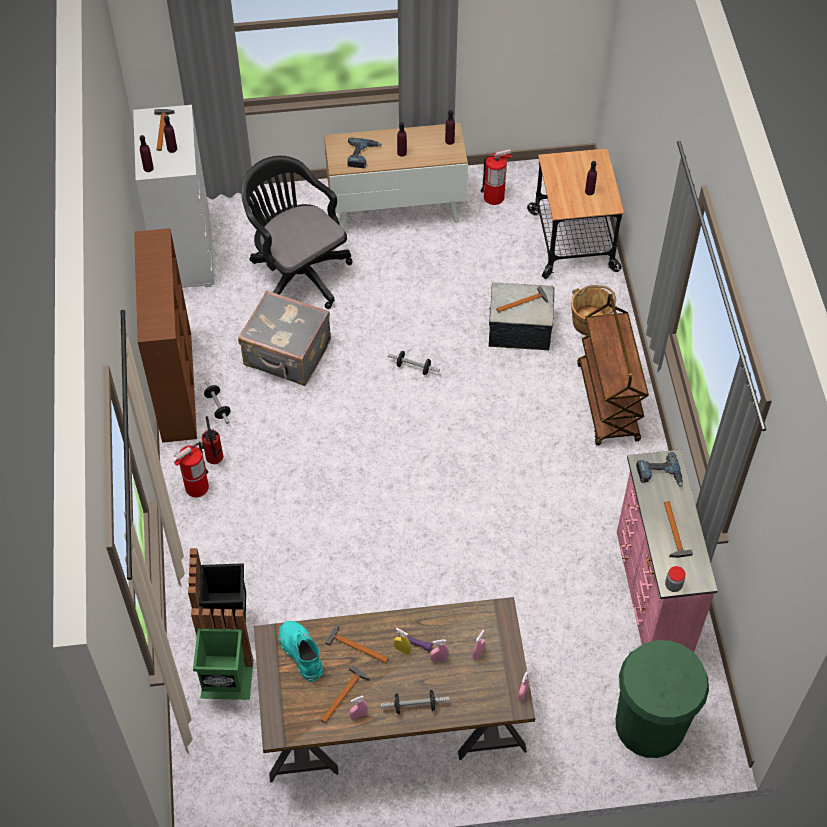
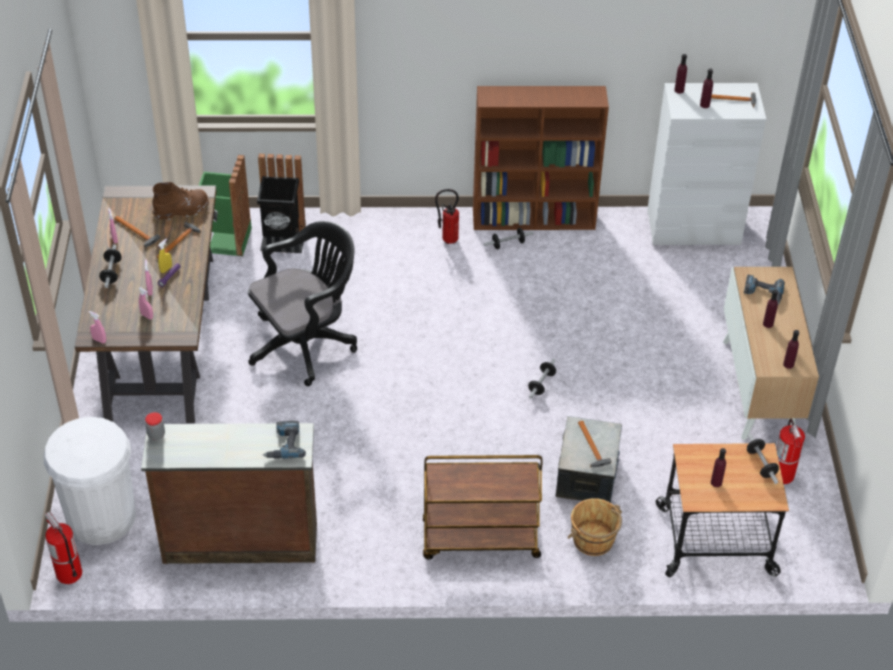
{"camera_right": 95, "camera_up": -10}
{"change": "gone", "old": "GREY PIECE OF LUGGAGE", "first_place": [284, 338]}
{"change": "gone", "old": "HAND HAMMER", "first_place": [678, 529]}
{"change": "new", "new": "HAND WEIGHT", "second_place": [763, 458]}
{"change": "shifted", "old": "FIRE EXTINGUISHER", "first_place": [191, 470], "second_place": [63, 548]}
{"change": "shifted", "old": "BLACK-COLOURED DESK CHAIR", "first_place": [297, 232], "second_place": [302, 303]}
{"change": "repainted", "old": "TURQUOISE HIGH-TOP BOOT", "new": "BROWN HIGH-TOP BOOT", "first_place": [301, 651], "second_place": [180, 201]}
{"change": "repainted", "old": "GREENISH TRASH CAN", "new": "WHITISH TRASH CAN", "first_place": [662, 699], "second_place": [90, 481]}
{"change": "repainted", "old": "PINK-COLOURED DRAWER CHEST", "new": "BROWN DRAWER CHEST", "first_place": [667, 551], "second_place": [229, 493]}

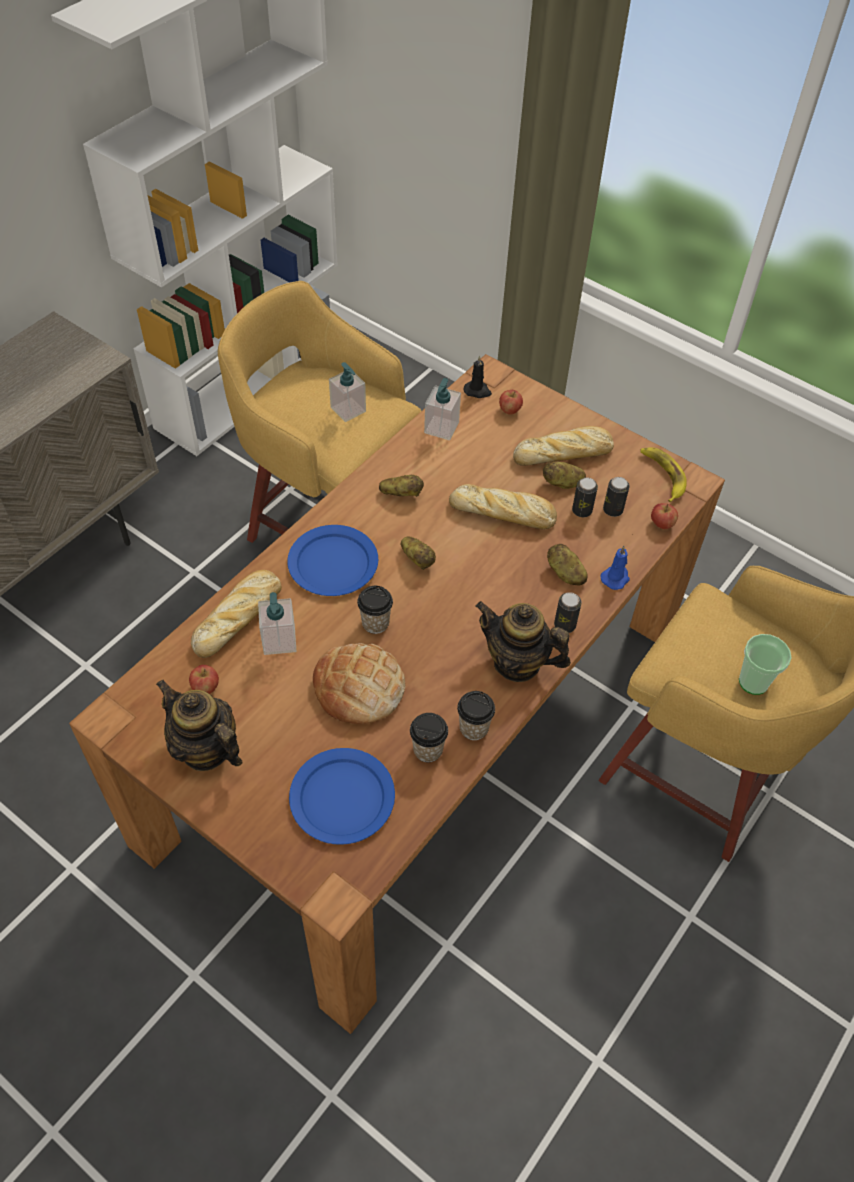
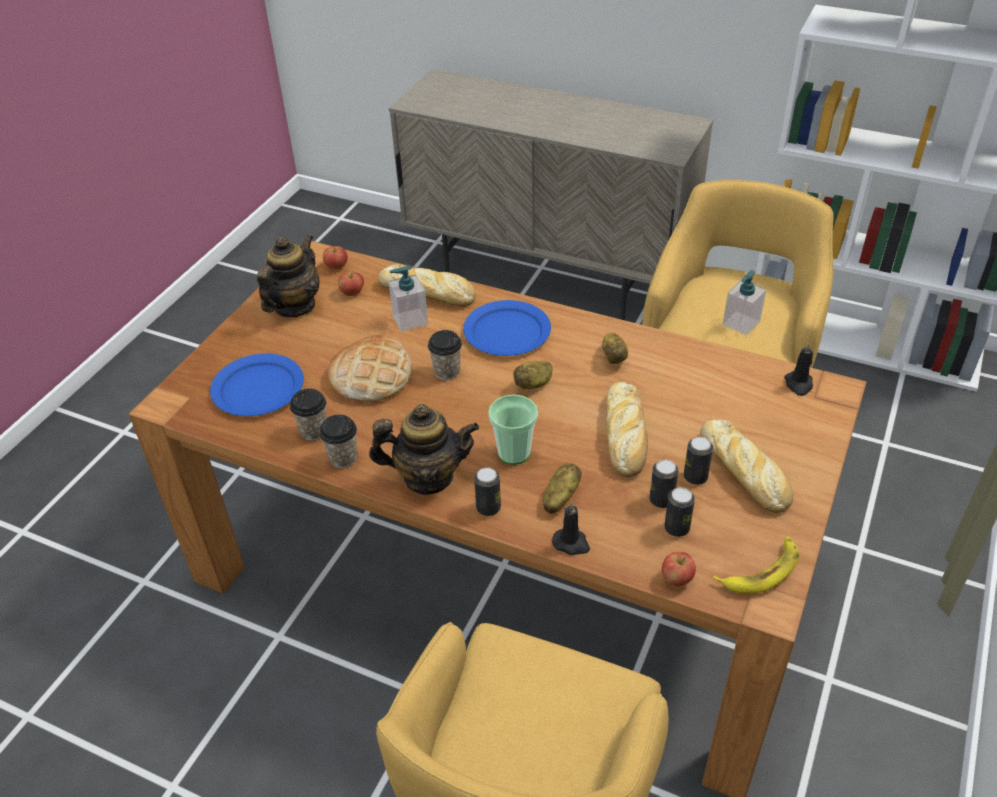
{"camera_right": 80, "camera_up": -10}
{"change": "gone", "old": "LIQUID SOAP BOTTLE", "first_place": [442, 409]}
{"change": "shifted", "old": "WHOLE APPLE", "first_place": [511, 402], "second_place": [335, 258]}
{"change": "shifted", "old": "SMALL CUP", "first_place": [765, 664], "second_place": [513, 429]}
{"change": "swapped", "old": "SPUD", "new": "SEALED CAN", "first_place": [564, 475], "second_place": [698, 461]}
{"change": "repainted", "old": "BLUE-COLOURED WAX LIGHT", "new": "BLACK-COLOURED WAX LIGHT", "first_place": [615, 568], "second_place": [571, 528]}
{"change": "rotated", "old": "POT FOR TEA", "first_place": [523, 641], "second_place": [424, 449], "degrees": 75}

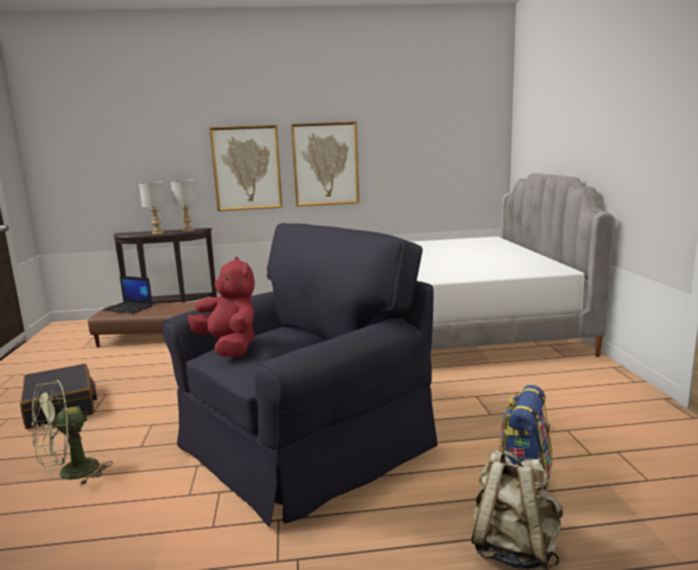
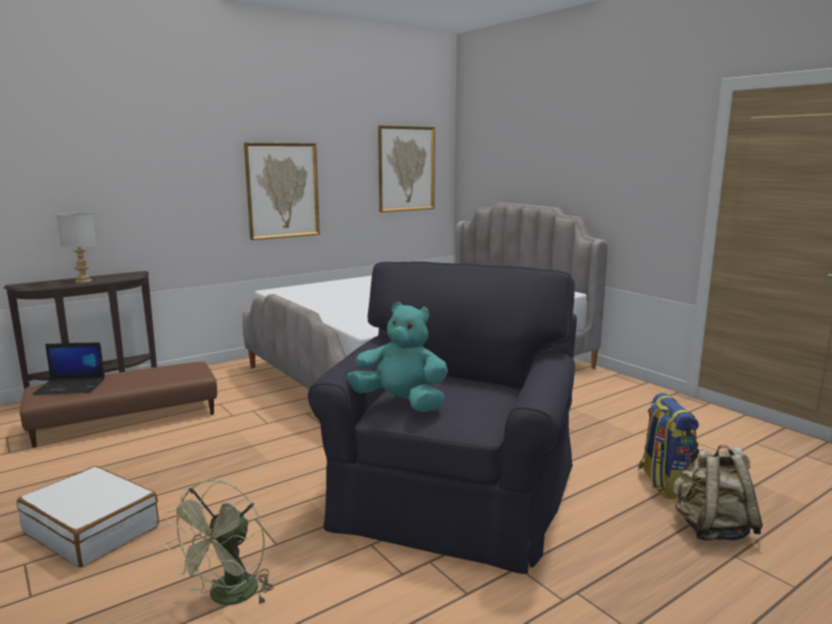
{"camera_right": -30, "camera_up": 0}
{"change": "gone", "old": "GREY TABLE LAMP", "first_place": [184, 206]}
{"change": "shifted", "old": "WALL ART", "first_place": [246, 168], "second_place": [406, 168]}
{"change": "repainted", "old": "BLACK-COLOURED PIECE OF LUGGAGE", "new": "WHITISH PIECE OF LUGGAGE", "first_place": [58, 396], "second_place": [88, 517]}
{"change": "repainted", "old": "RED-COLOURED CUDDLY TOY", "new": "TURQUOISE CUDDLY TOY", "first_place": [221, 307], "second_place": [397, 357]}

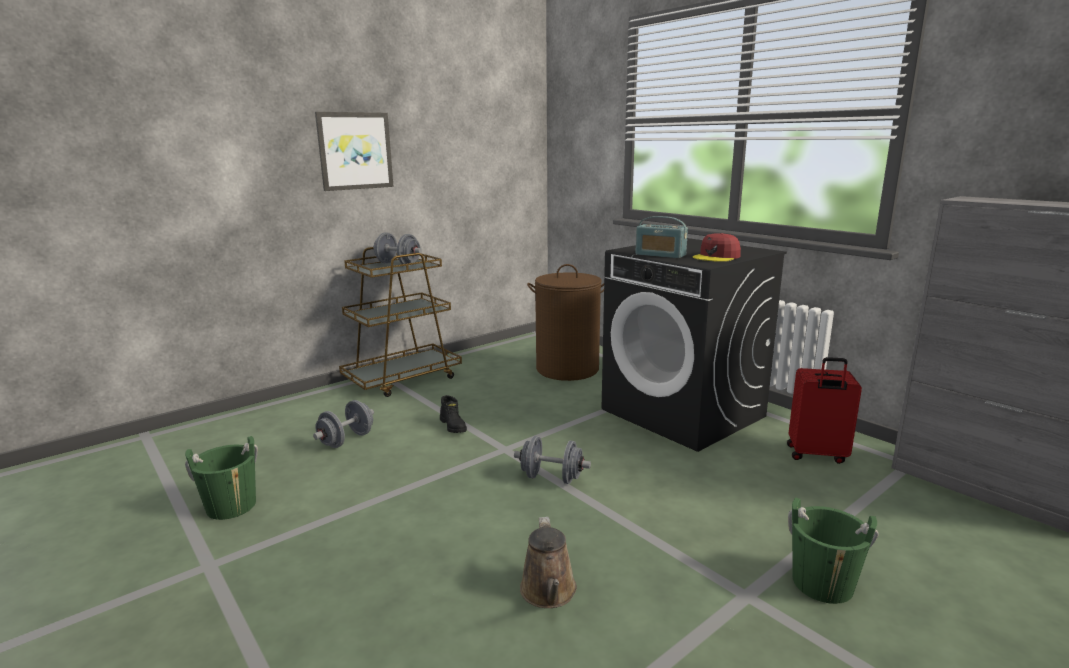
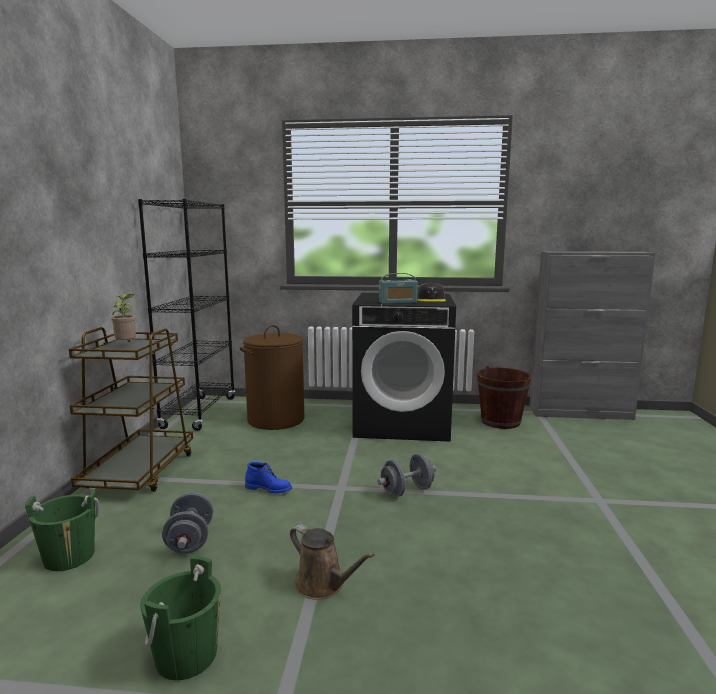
{"camera_right": -45, "camera_up": -5}
{"change": "gone", "old": "WALL ART", "first_place": [354, 151]}
{"change": "new", "new": "BLACK-COLOURED SHELVING UNIT", "second_place": [186, 315]}
{"change": "shifted", "old": "BROWN SPRINKLING CAN", "first_place": [548, 562], "second_place": [332, 562]}
{"change": "shifted", "old": "GREENISH BUCKET", "first_place": [833, 551], "second_place": [62, 529]}
{"change": "swapped", "old": "GREY HAND WEIGHT", "new": "PLANT IN A POT", "first_place": [397, 249], "second_place": [123, 318]}
{"change": "swapped", "old": "RED-COLOURED PIECE OF LUGGAGE", "new": "BROWN BUCKET", "first_place": [824, 410], "second_place": [504, 397]}
{"change": "repainted", "old": "BLACK-COLOURED HIGH-TOP BOOT", "new": "BLUE-COLOURED HIGH-TOP BOOT", "first_place": [453, 414], "second_place": [268, 478]}
{"change": "repainted", "old": "RED-COLOURED BASEBALL CAP", "new": "GREY BASEBALL CAP", "first_place": [717, 247], "second_place": [431, 292]}

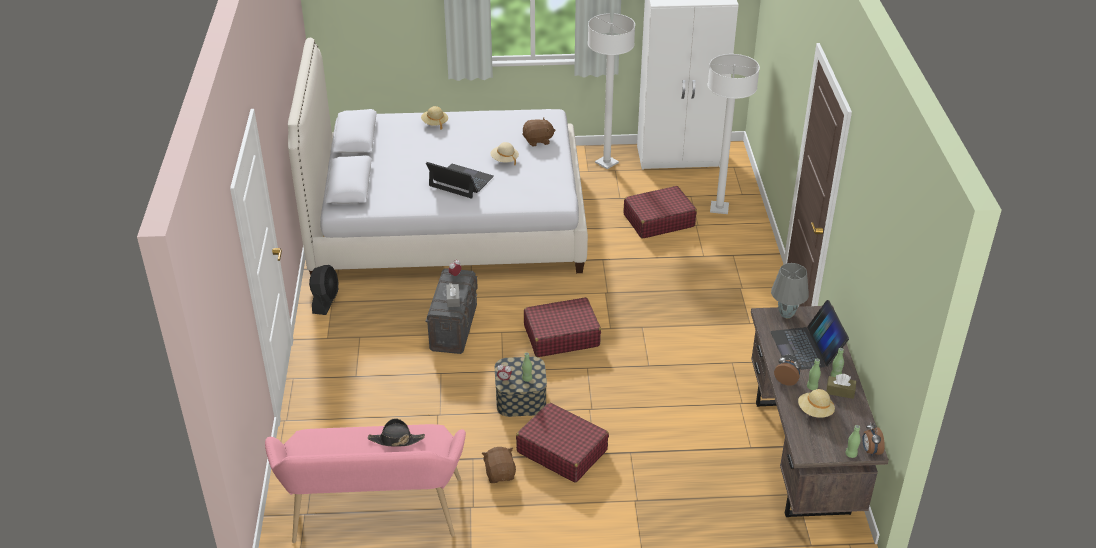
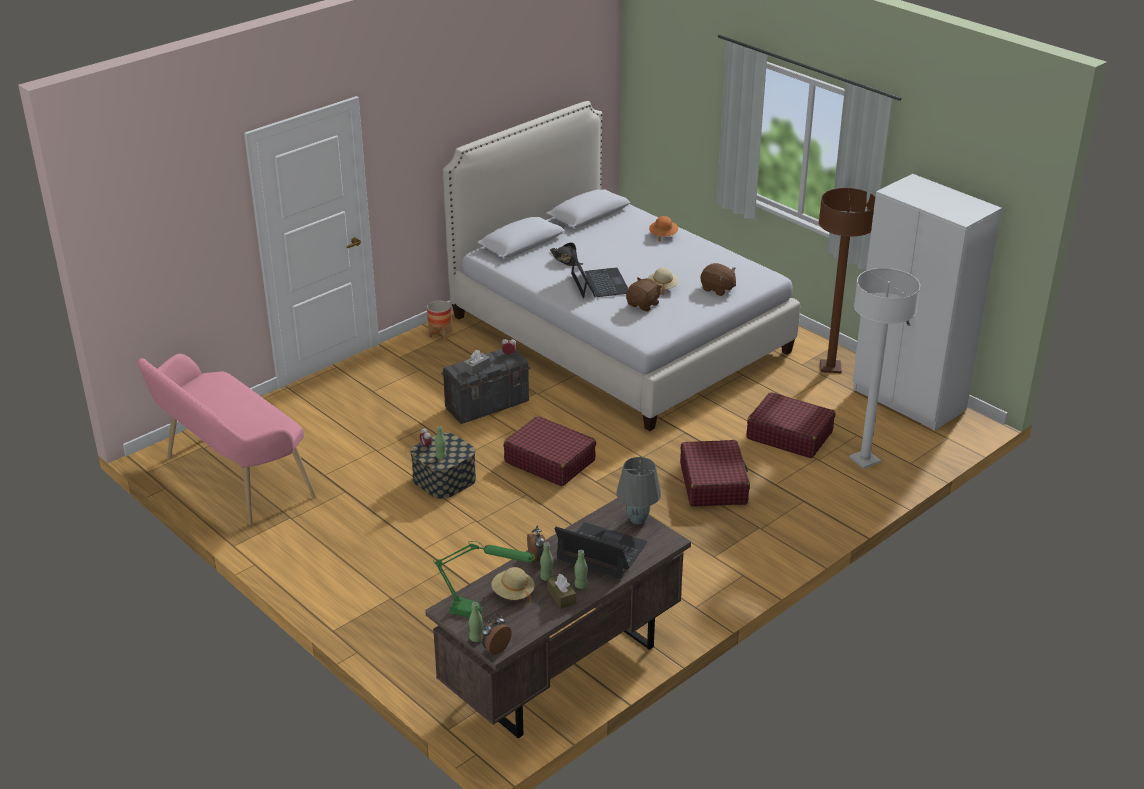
{"camera_right": 50, "camera_up": -5}
{"change": "new", "new": "GREENISH TABLE LAMP", "second_place": [484, 579]}
{"change": "shifted", "old": "BLACK-COLOURED HAT", "first_place": [396, 432], "second_place": [566, 254]}
{"change": "shifted", "old": "BROWN CUDDLY TOY", "first_place": [498, 465], "second_place": [644, 294]}
{"change": "shifted", "old": "RED-COLOURED PIECE OF LUGGAGE", "first_place": [562, 443], "second_place": [715, 473]}
{"change": "swapped", "old": "BLACK-COLOURED COOLING FAN", "new": "FLOWER POT", "first_place": [324, 290], "second_place": [439, 320]}
{"change": "repainted", "old": "BEIGE HAT", "new": "ORANGE-COLOURED HAT", "first_place": [434, 118], "second_place": [663, 229]}
{"change": "repainted", "old": "WHITISH STANDING LAMP", "new": "BROWN STANDING LAMP", "first_place": [611, 91], "second_place": [847, 280]}
{"change": "rotated", "old": "PORTABLE COMPUTER", "first_place": [810, 335], "second_place": [601, 550], "degrees": 75}

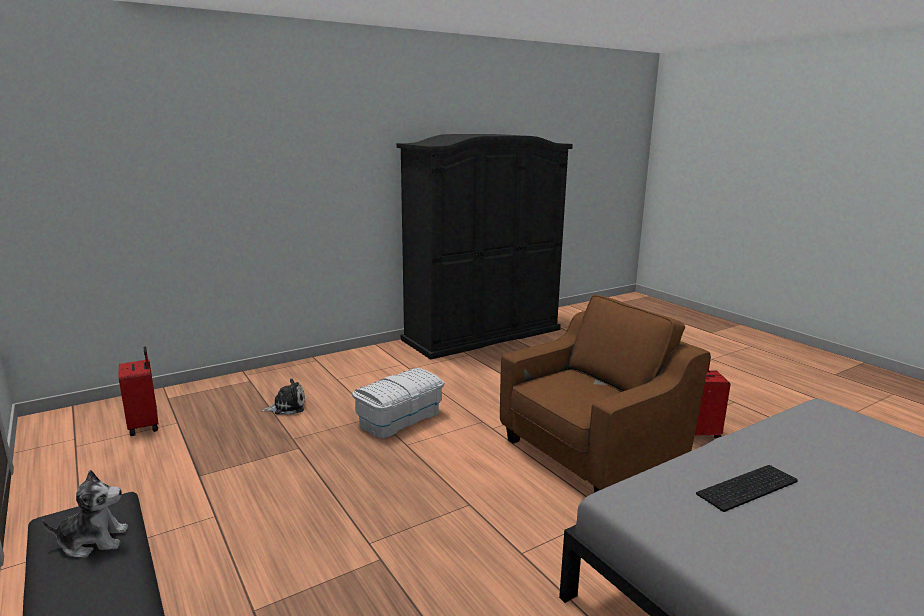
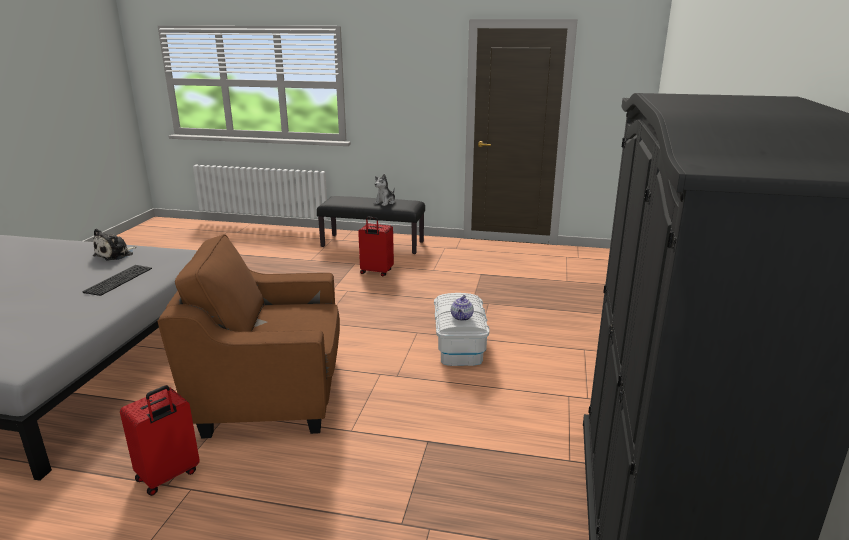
{"camera_right": 135, "camera_up": 5}
{"change": "new", "new": "POT FOR TEA", "second_place": [462, 308]}
{"change": "shifted", "old": "RED-COLOURED PIECE OF LUGGAGE", "first_place": [138, 391], "second_place": [376, 247]}
{"change": "shifted", "old": "CUDDLY TOY", "first_place": [283, 397], "second_place": [114, 245]}
{"change": "rotated", "old": "BROWN EASY CHAIR", "first_place": [605, 394], "second_place": [249, 336], "degrees": 75}

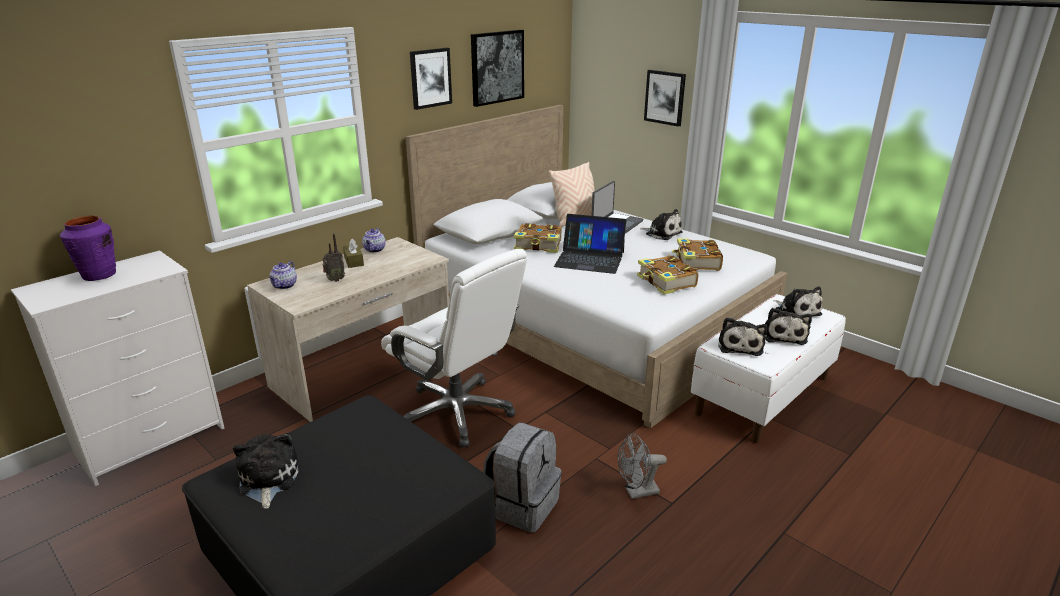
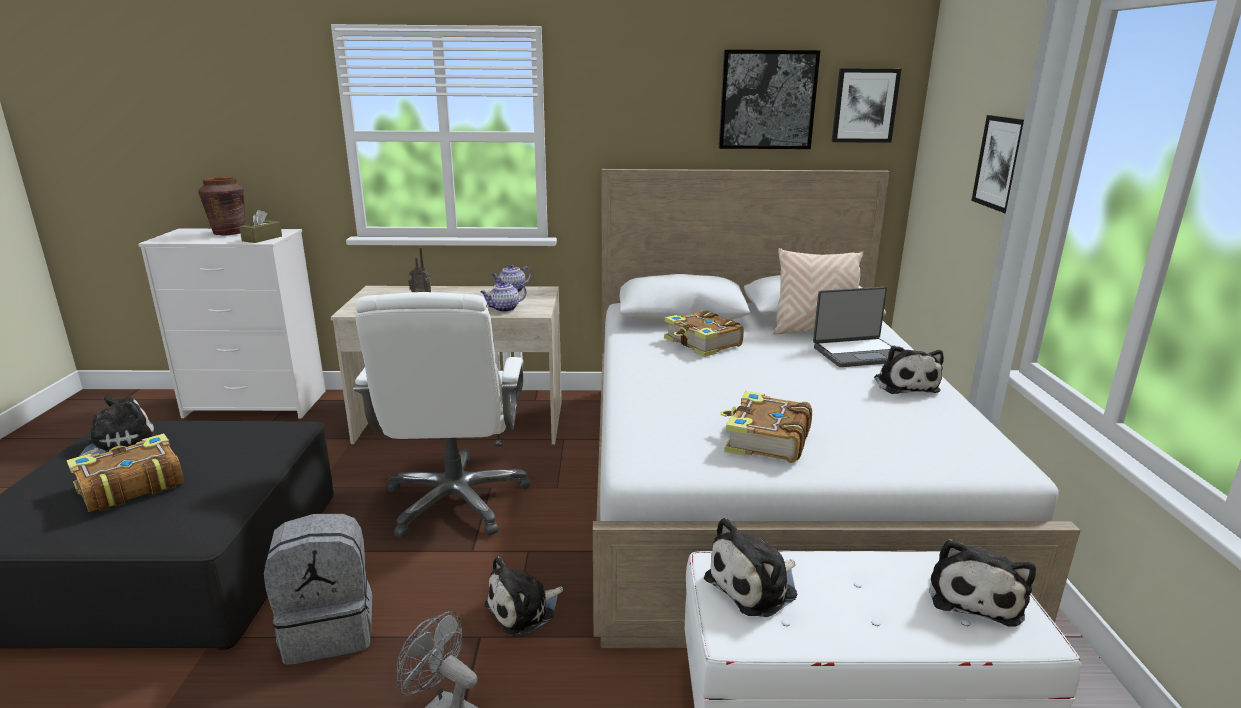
{"camera_right": 45, "camera_up": -5}
{"change": "gone", "old": "PORTABLE COMPUTER", "first_place": [590, 244]}
{"change": "shifted", "old": "POT FOR TEA", "first_place": [283, 275], "second_place": [503, 296]}
{"change": "shifted", "old": "BROWN TISSUE BOX", "first_place": [353, 253], "second_place": [260, 226]}
{"change": "shifted", "old": "WALL ART", "first_place": [431, 79], "second_place": [866, 105]}
{"change": "shifted", "old": "BOUND BOOK", "first_place": [697, 254], "second_place": [125, 472]}
{"change": "shifted", "old": "CUDDLY TOY", "first_place": [788, 326], "second_place": [523, 595]}
{"change": "repainted", "old": "PURPLE VASE", "new": "BROWN VASE", "first_place": [88, 248], "second_place": [221, 206]}

